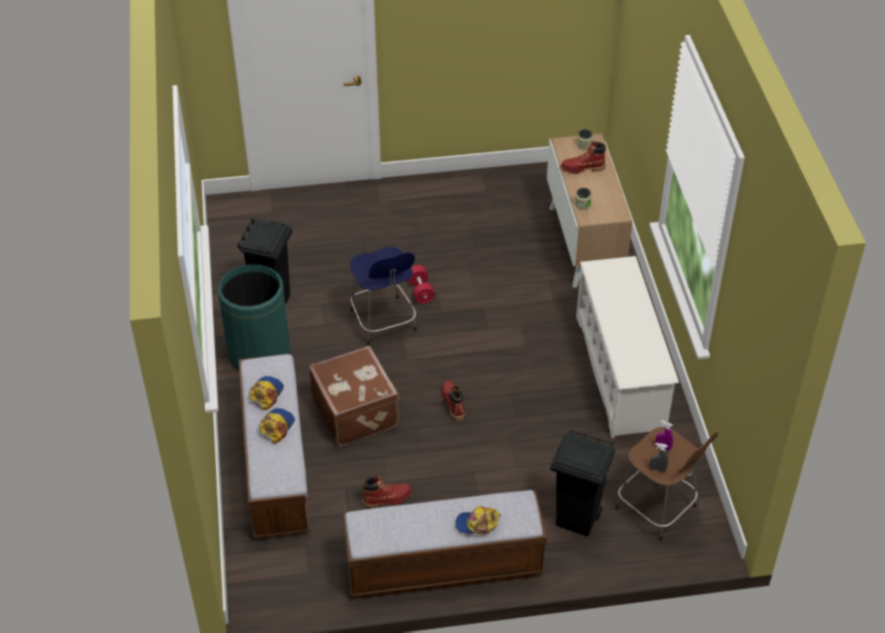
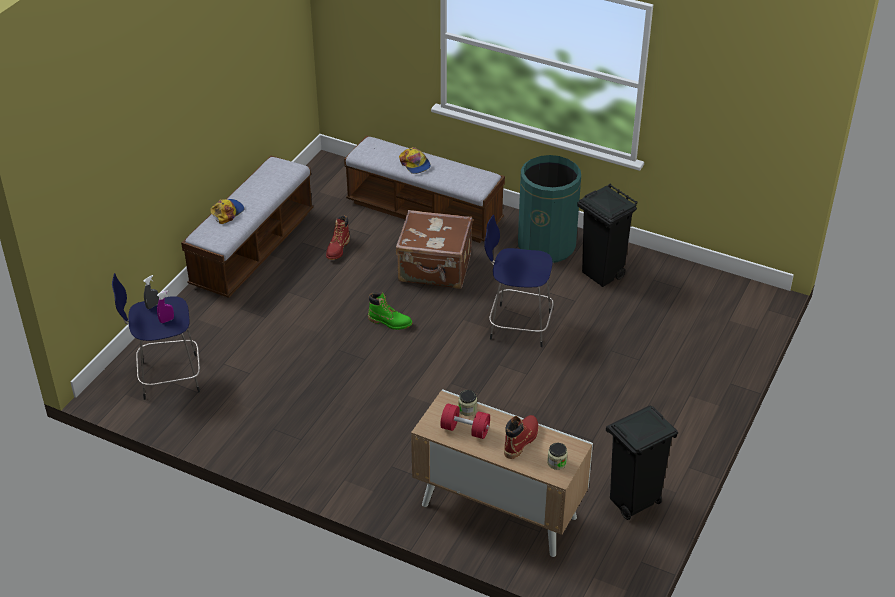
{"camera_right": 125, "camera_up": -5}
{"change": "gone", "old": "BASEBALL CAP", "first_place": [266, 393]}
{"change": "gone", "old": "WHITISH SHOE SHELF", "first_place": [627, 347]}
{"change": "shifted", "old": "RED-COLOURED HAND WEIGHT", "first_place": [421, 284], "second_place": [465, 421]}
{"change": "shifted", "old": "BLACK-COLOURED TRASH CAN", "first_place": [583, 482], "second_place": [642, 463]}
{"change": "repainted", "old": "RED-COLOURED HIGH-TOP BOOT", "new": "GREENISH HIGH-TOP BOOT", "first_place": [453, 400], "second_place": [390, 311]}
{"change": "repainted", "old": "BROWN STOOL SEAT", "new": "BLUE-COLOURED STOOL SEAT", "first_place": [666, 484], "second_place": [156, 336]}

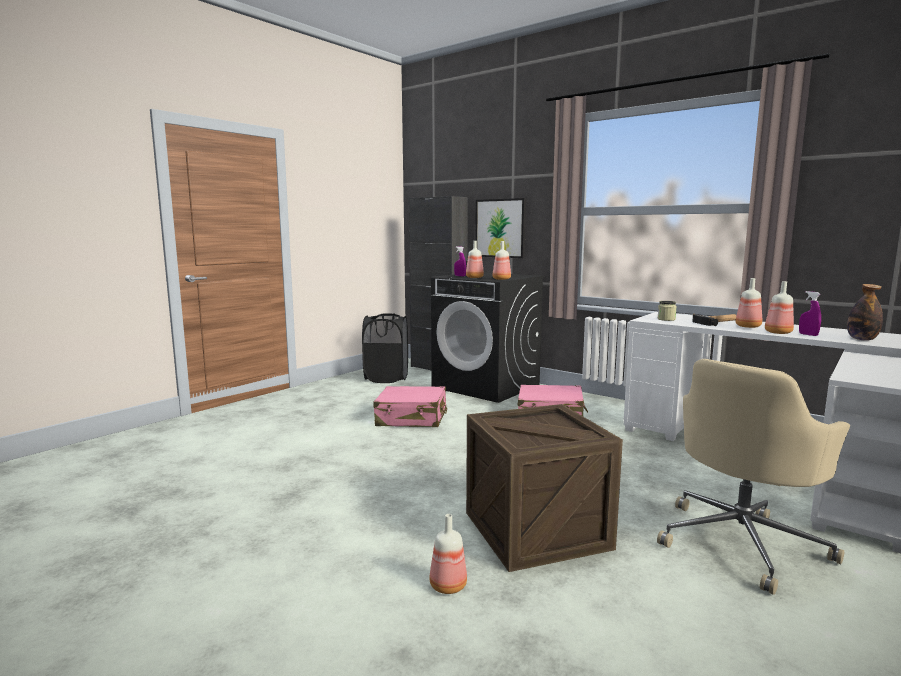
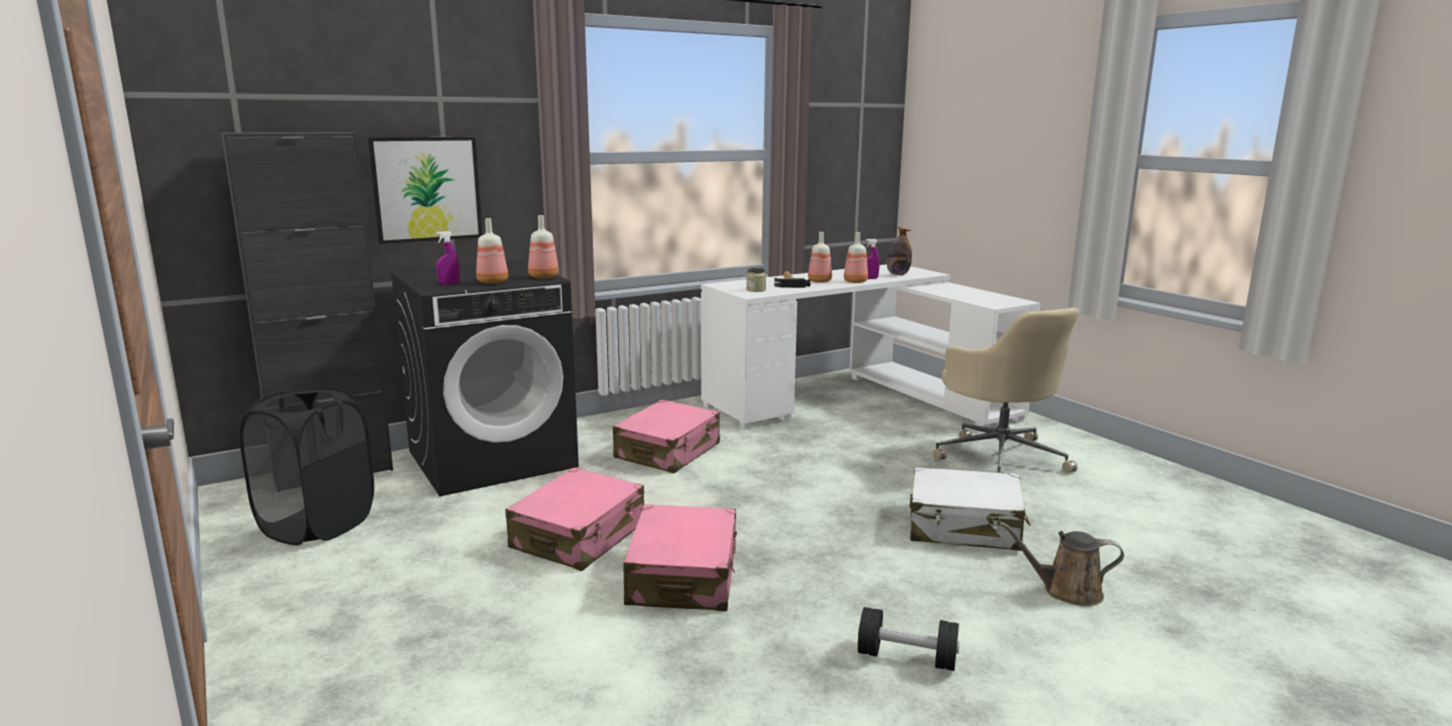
{"camera_right": -70, "camera_up": 5}
{"change": "new", "new": "PINK-COLOURED PIECE OF LUGGAGE", "second_place": [680, 557]}
{"change": "new", "new": "BLACK-COLOURED HAND WEIGHT", "second_place": [909, 639]}
{"change": "swapped", "old": "BOTTLE", "new": "BROWN SPRINKLING CAN", "first_place": [448, 554], "second_place": [1061, 564]}
{"change": "swapped", "old": "PACKING CRATE", "new": "WHITISH PIECE OF LUGGAGE", "first_place": [544, 488], "second_place": [969, 509]}

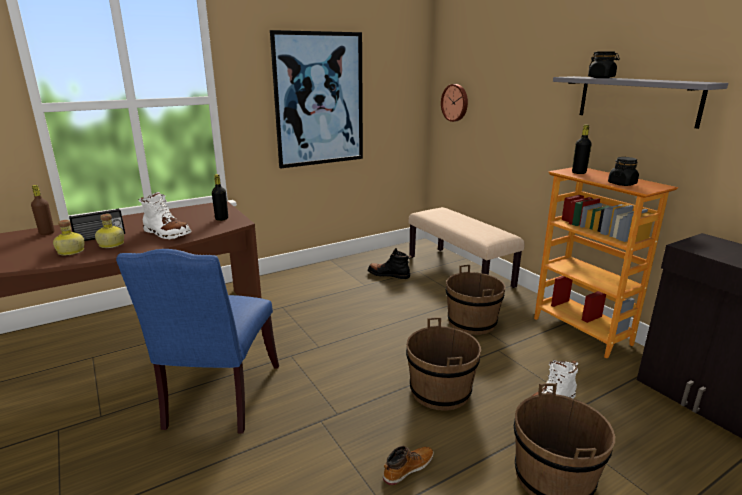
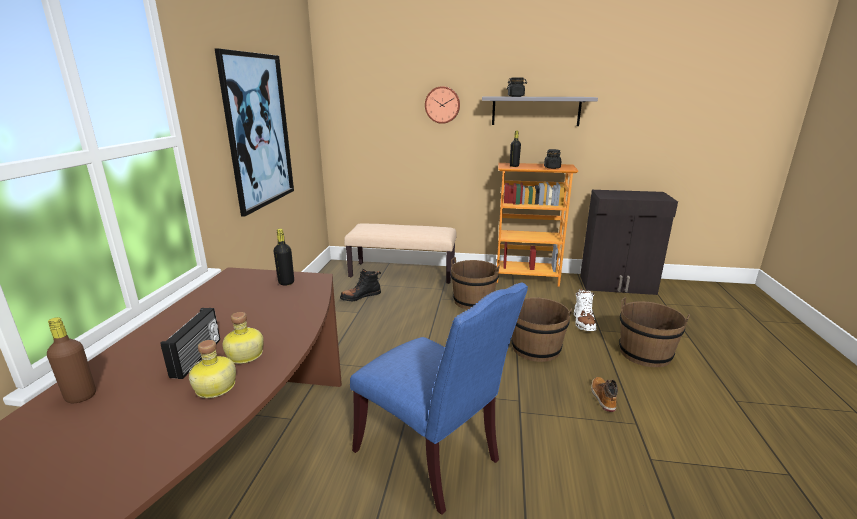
{"camera_right": -50, "camera_up": 0}
{"change": "gone", "old": "WHITISH HIGH-TOP BOOT", "first_place": [165, 215]}
{"change": "shifted", "old": "CLOCK ON THE WALL", "first_place": [454, 103], "second_place": [442, 105]}

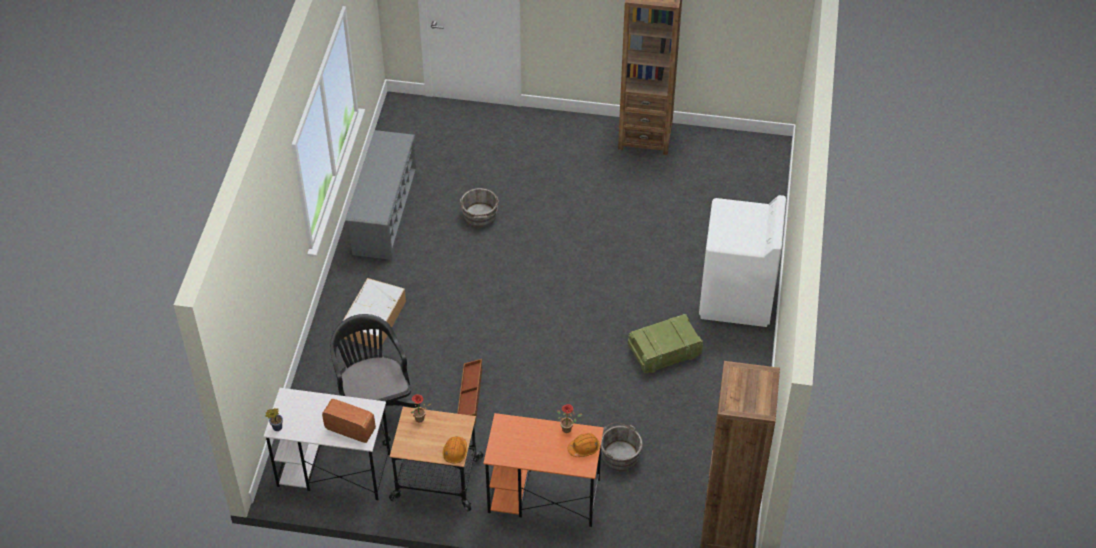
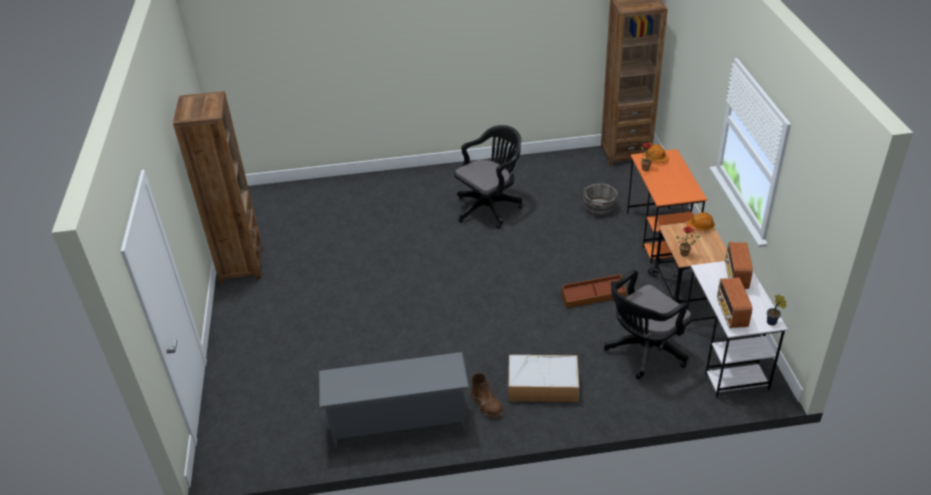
{"camera_right": -105, "camera_up": -10}
{"change": "gone", "old": "GREY BUCKET", "first_place": [479, 208]}
{"change": "gone", "old": "WHITISH LAUNDRY MACHINE", "first_place": [742, 261]}
{"change": "new", "new": "BROWN HIGH-TOP BOOT", "second_place": [487, 396]}
{"change": "new", "new": "RADIO SET", "second_place": [734, 302]}
{"change": "swapped", "old": "PACKING CRATE", "new": "BLACK-COLOURED DESK CHAIR", "first_place": [665, 343], "second_place": [488, 177]}

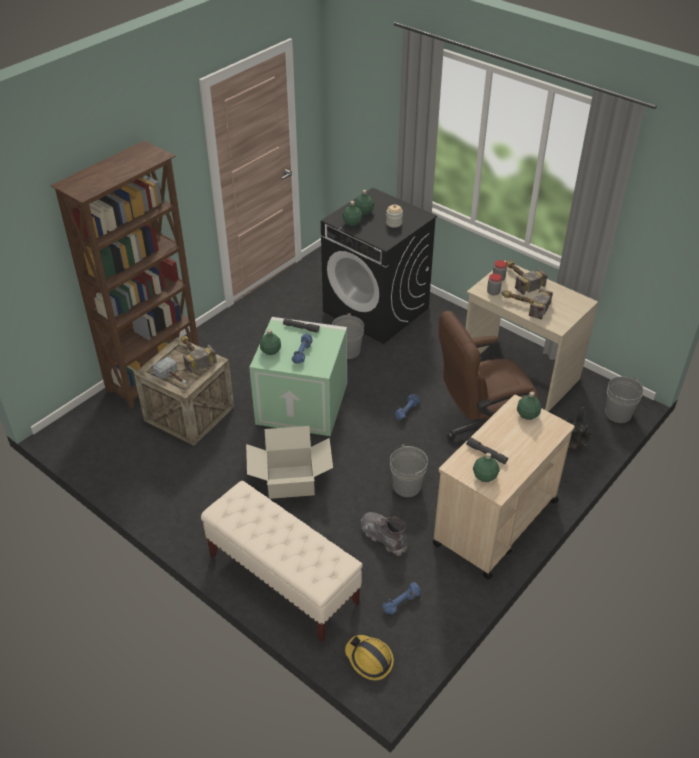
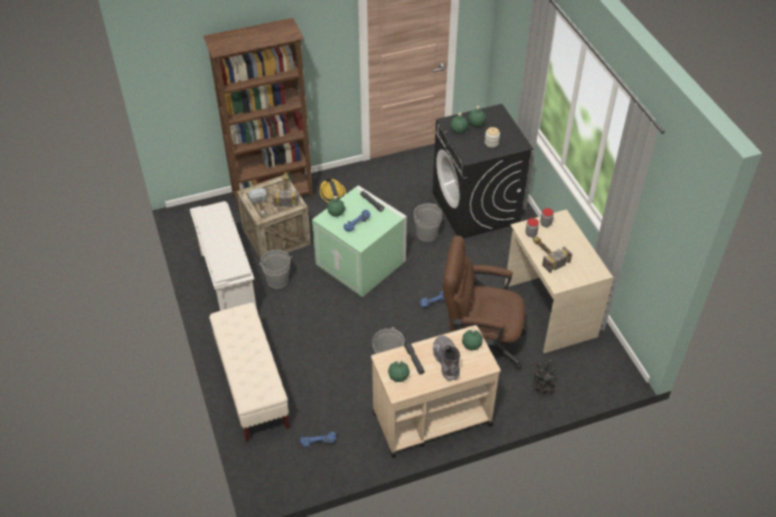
{"camera_right": 30, "camera_up": 5}
{"change": "gone", "old": "CARTON", "first_place": [289, 462]}
{"change": "gone", "old": "HAND HAMMER", "first_place": [527, 277]}
{"change": "new", "new": "WHITISH SHOE SHELF", "second_place": [224, 256]}
{"change": "shifted", "old": "SAFETY HELMET", "first_place": [369, 658], "second_place": [333, 190]}
{"change": "shifted", "old": "GREY HIGH-TOP BOOT", "first_place": [384, 534], "second_place": [446, 358]}
{"change": "shifted", "old": "GREY BUCKET", "first_place": [624, 399], "second_place": [275, 269]}

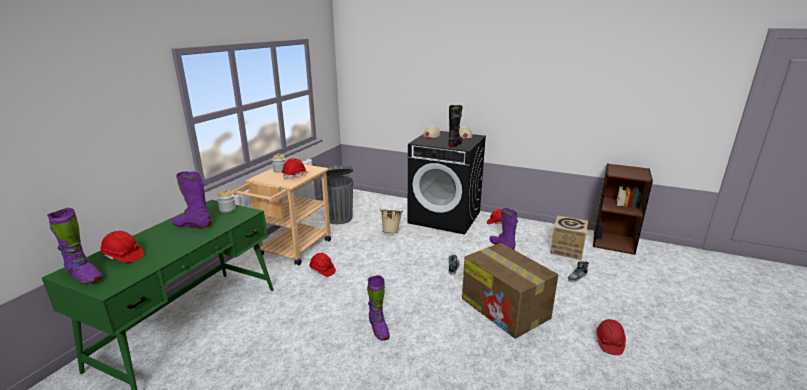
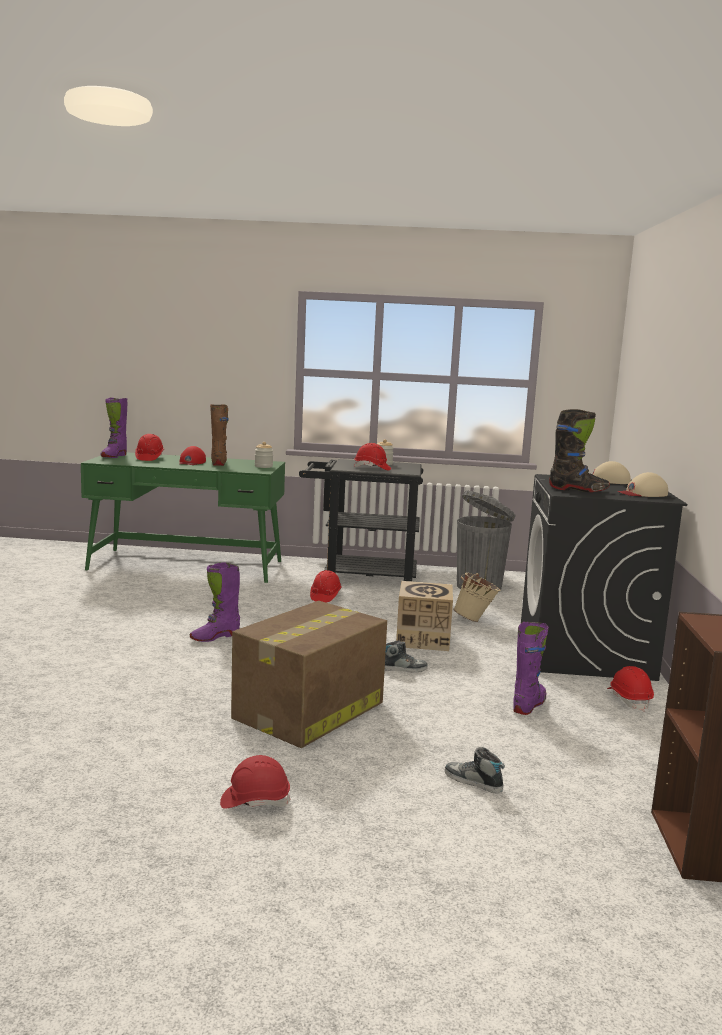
{"camera_right": 70, "camera_up": -10}
{"change": "new", "new": "RED-COLOURED BASEBALL CAP", "second_place": [192, 455]}
{"change": "shifted", "old": "CARTON", "first_place": [569, 237], "second_place": [424, 616]}
{"change": "repainted", "old": "PURPLE HIGH-TOP BOOT", "new": "BROWN HIGH-TOP BOOT", "first_place": [191, 200], "second_place": [219, 435]}
{"change": "repainted", "old": "BEIGE CART", "new": "BLACK-COLOURED CART", "first_place": [281, 214], "second_place": [361, 520]}

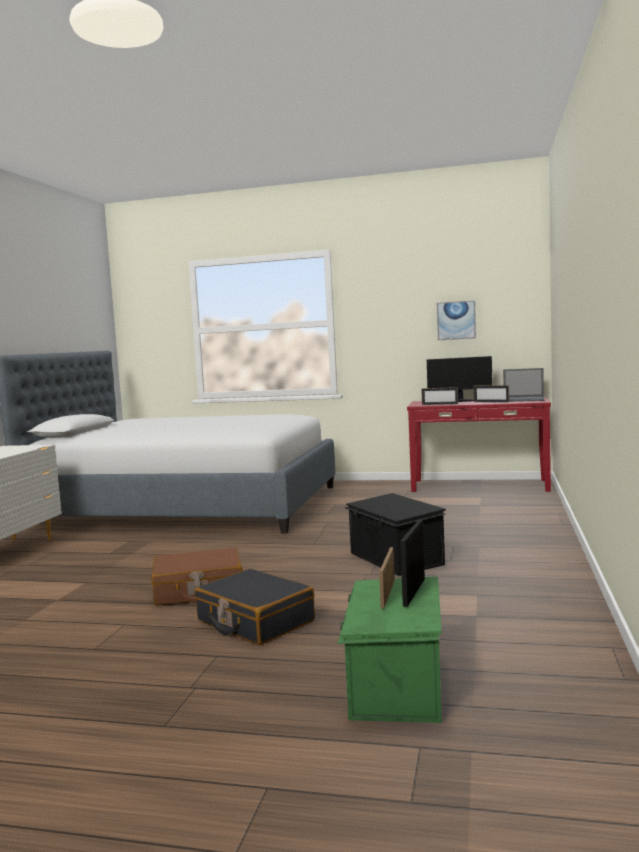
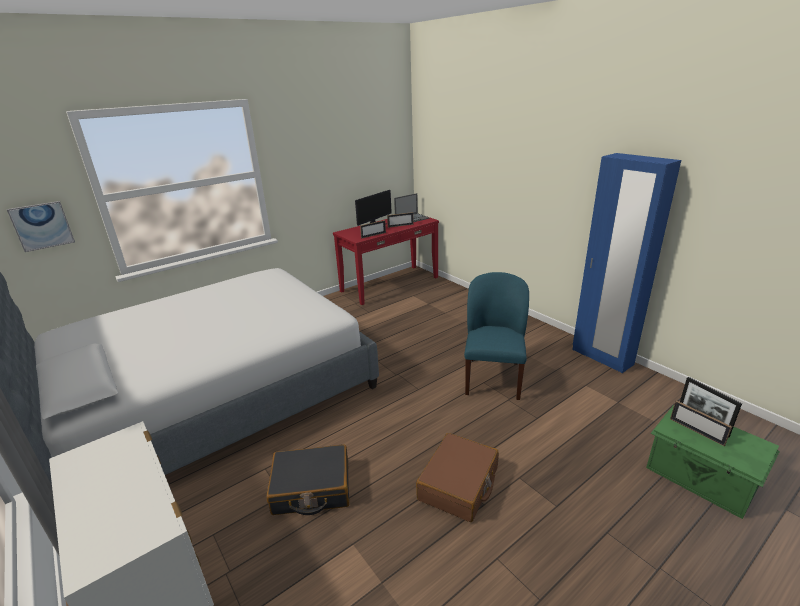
{"camera_right": -50, "camera_up": 20}
{"change": "new", "new": "BLUE-COLOURED ARMOIRE", "second_place": [626, 263]}
{"change": "shifted", "old": "BLACK-COLOURED PIECE OF LUGGAGE", "first_place": [255, 606], "second_place": [307, 479]}
{"change": "shifted", "old": "WALL ART", "first_place": [456, 320], "second_place": [41, 226]}
{"change": "swapped", "old": "BLACK-COLOURED STORAGE CONTAINER", "new": "BLUE-COLOURED PLAIN CHAIR", "first_place": [395, 534], "second_place": [496, 336]}

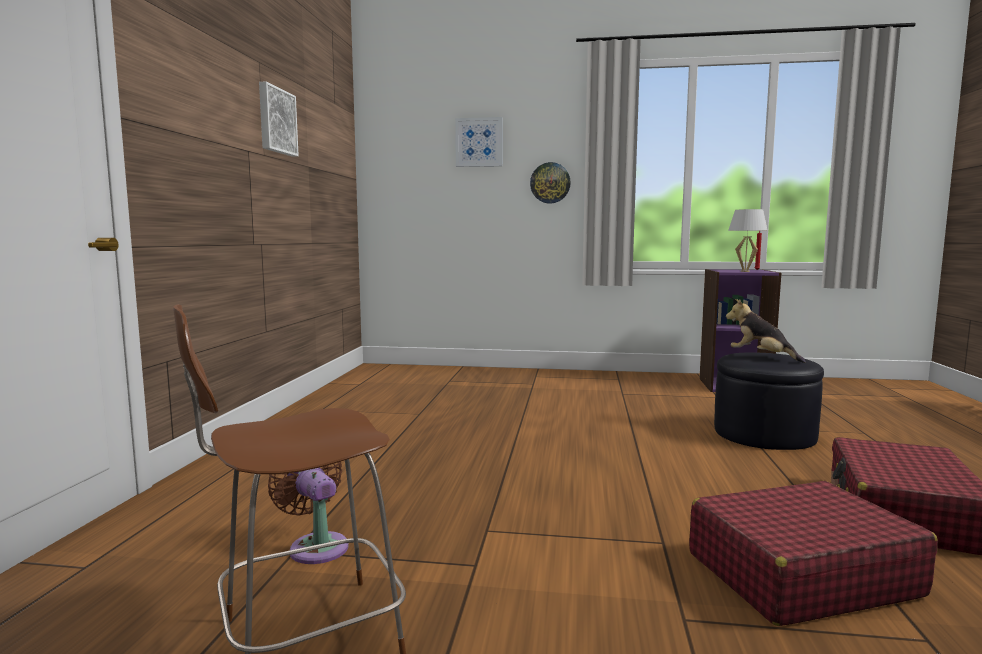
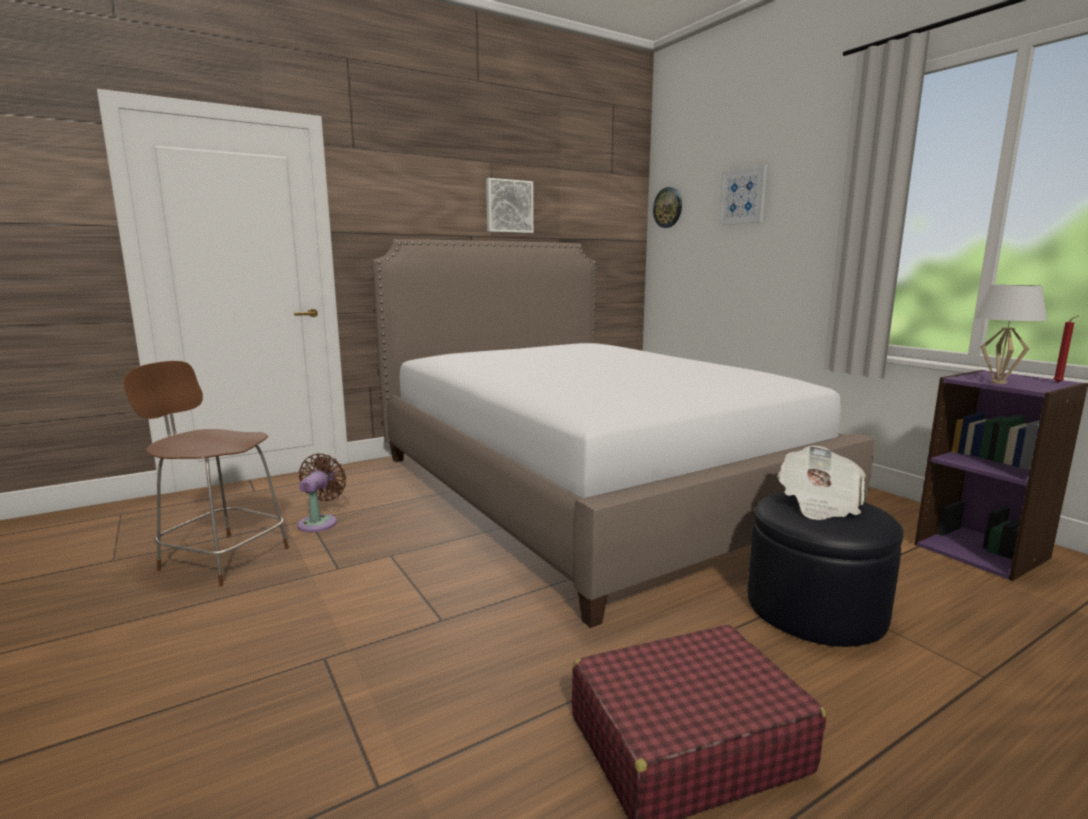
{"camera_right": 50, "camera_up": 5}
{"change": "gone", "old": "RED-COLOURED PIECE OF LUGGAGE", "first_place": [813, 553]}
{"change": "new", "new": "BED", "second_place": [623, 433]}
{"change": "shifted", "old": "CLOCK ON THE WALL", "first_place": [550, 182], "second_place": [667, 207]}
{"change": "swapped", "old": "CUDDLY TOY", "new": "DAILY PAPER", "first_place": [766, 331], "second_place": [821, 482]}

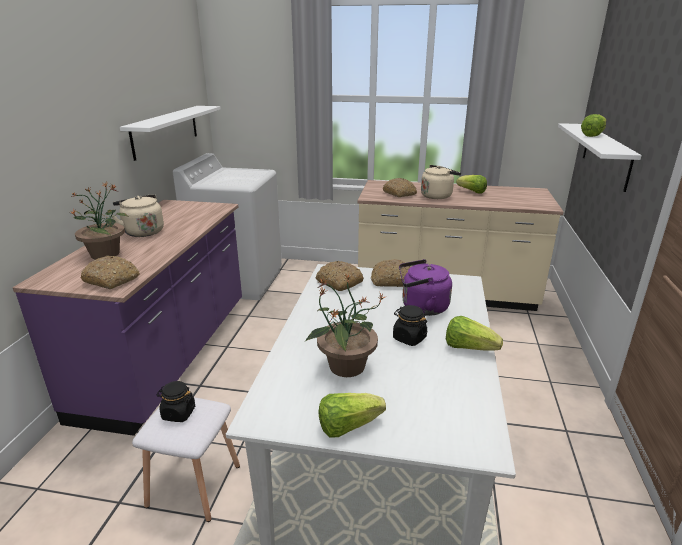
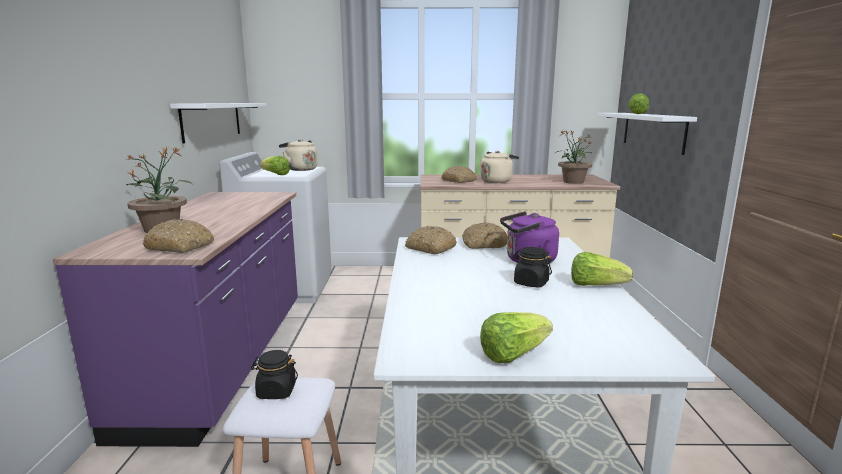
{"camera_right": -10, "camera_up": -10}
{"change": "shifted", "old": "BEIGE TEA KETTLE", "first_place": [138, 216], "second_place": [298, 155]}
{"change": "shifted", "old": "PLANT IN A POT", "first_place": [345, 325], "second_place": [574, 157]}
{"change": "shifted", "old": "LETTUCE", "first_place": [471, 184], "second_place": [275, 165]}

